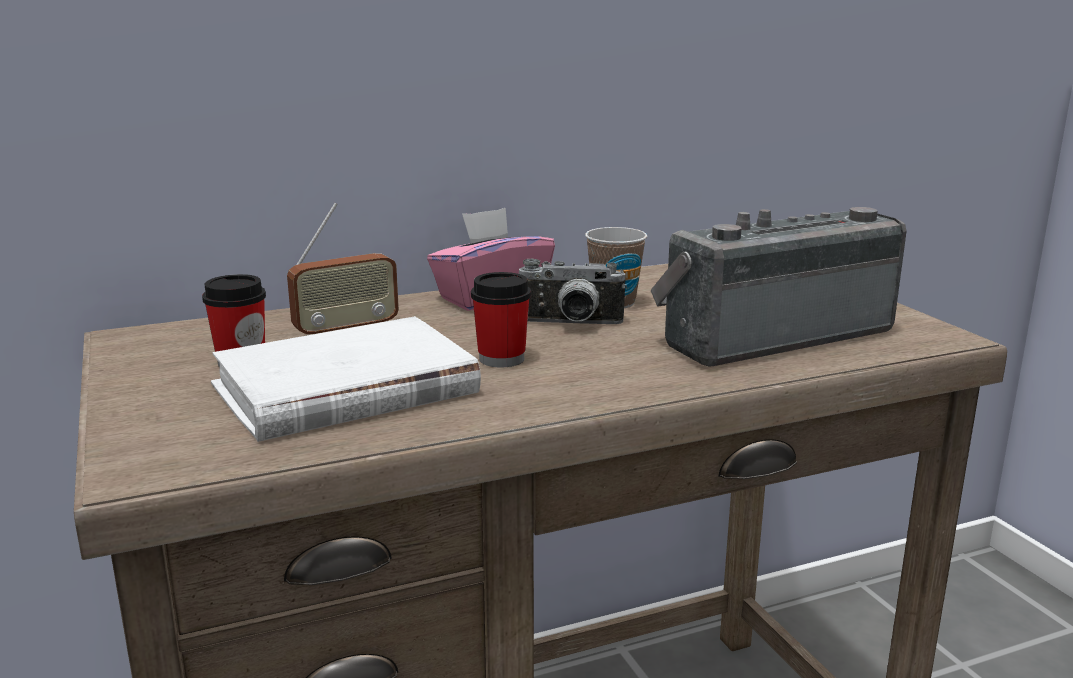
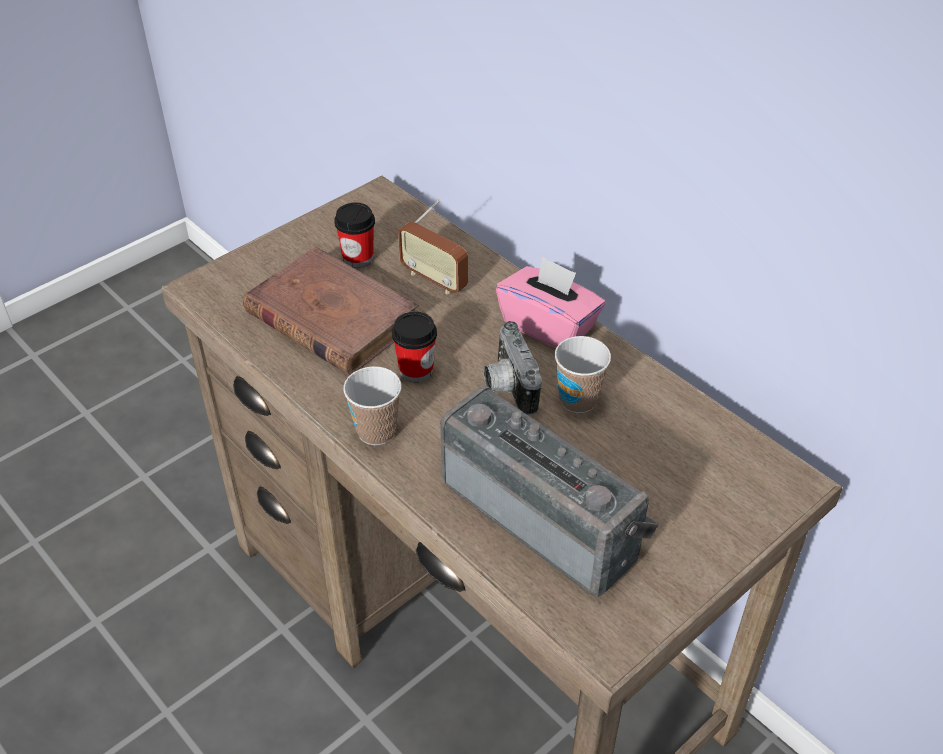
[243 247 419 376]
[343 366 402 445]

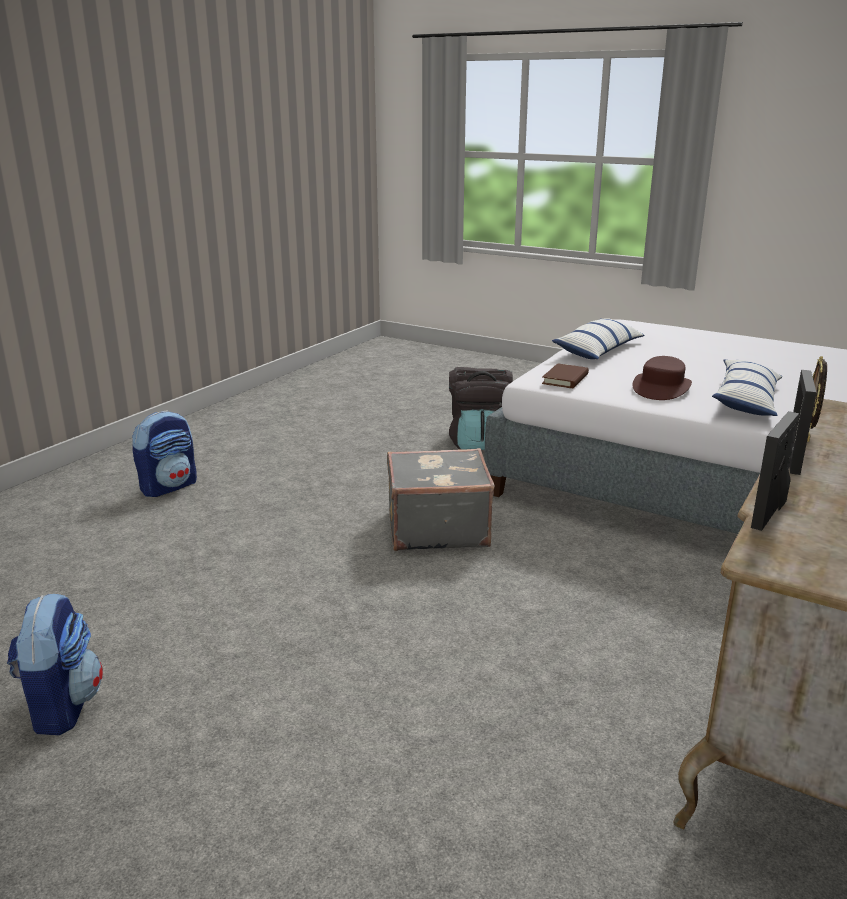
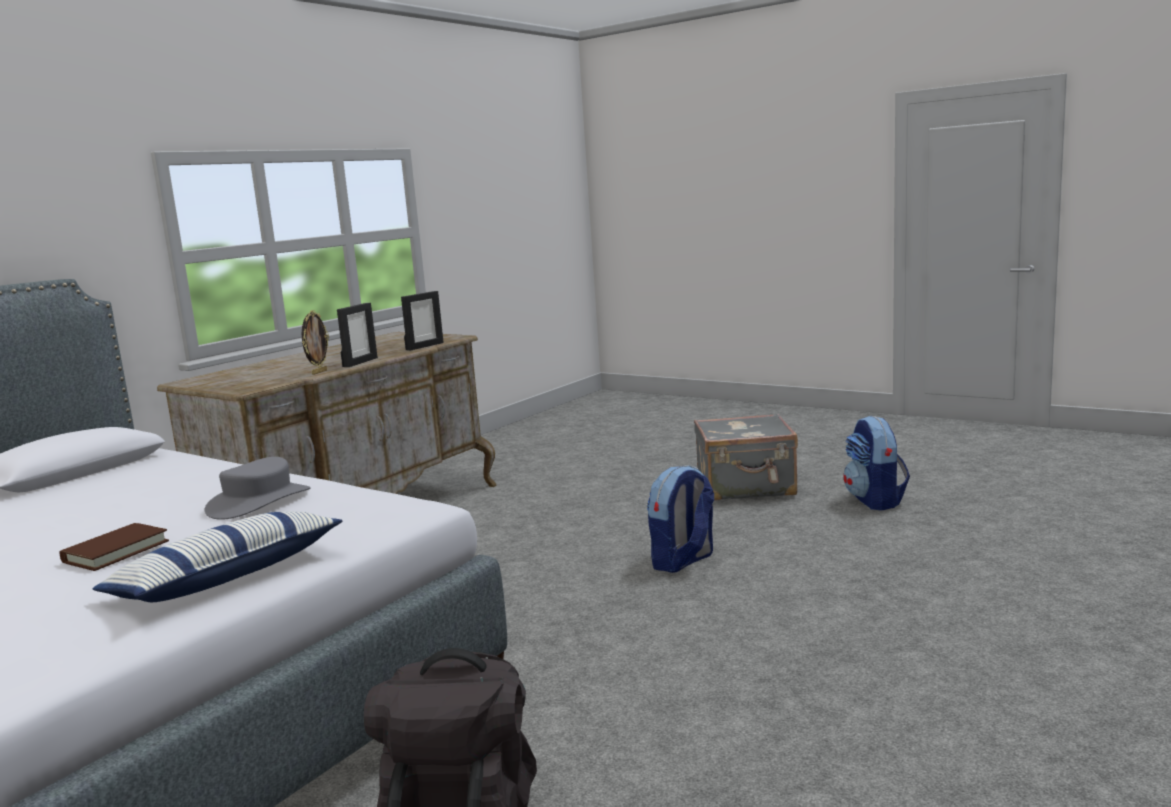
[204 457 310 520]
[712 360 782 416] (first image)
[60 523 169 571]
[647 465 714 573]
[694 413 798 501]

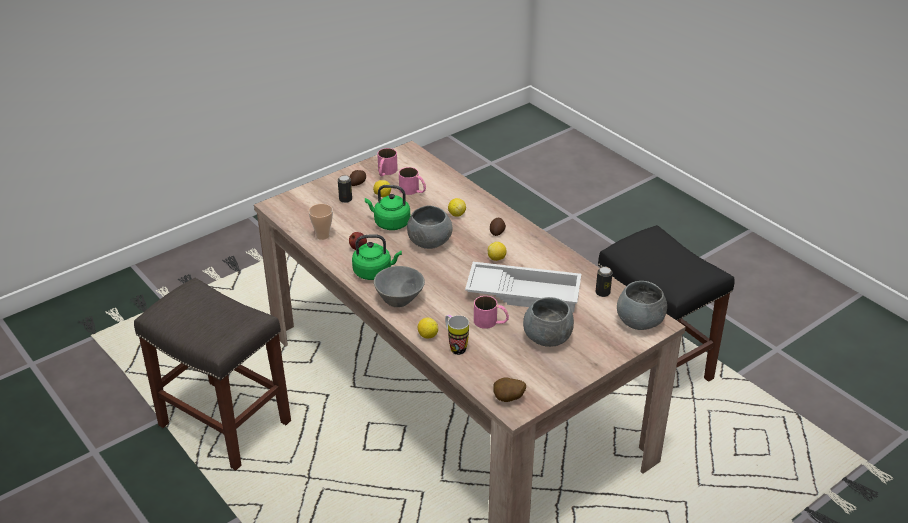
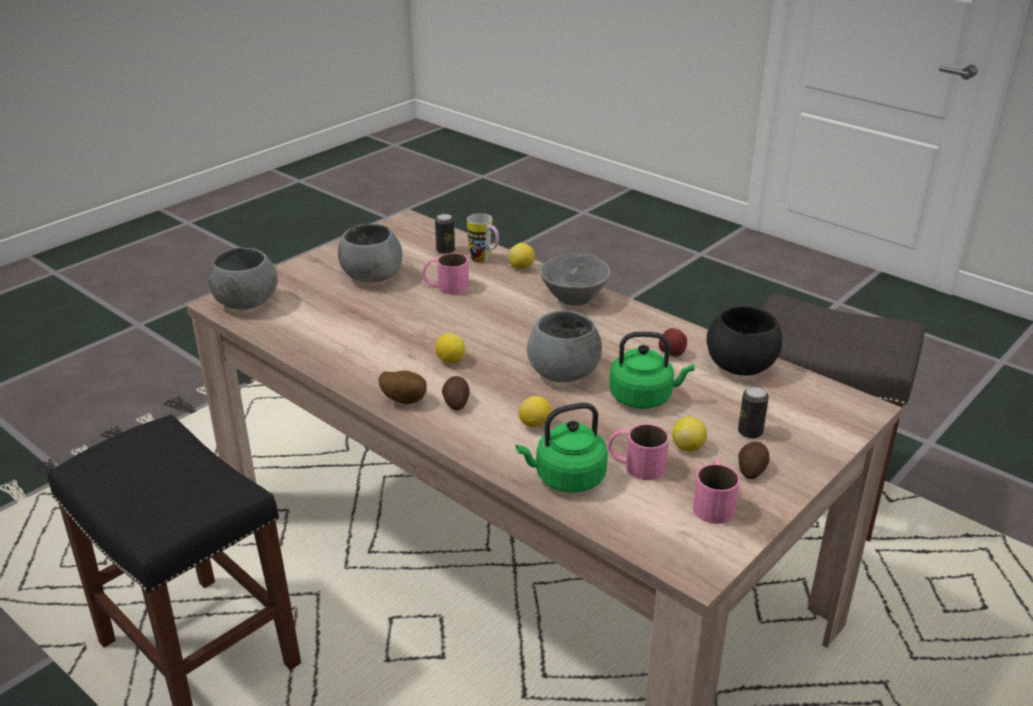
[707 306 782 376]
[516 403 608 493]
[465 262 581 312] (first image)
[435 214 455 254]
[378 370 427 404]

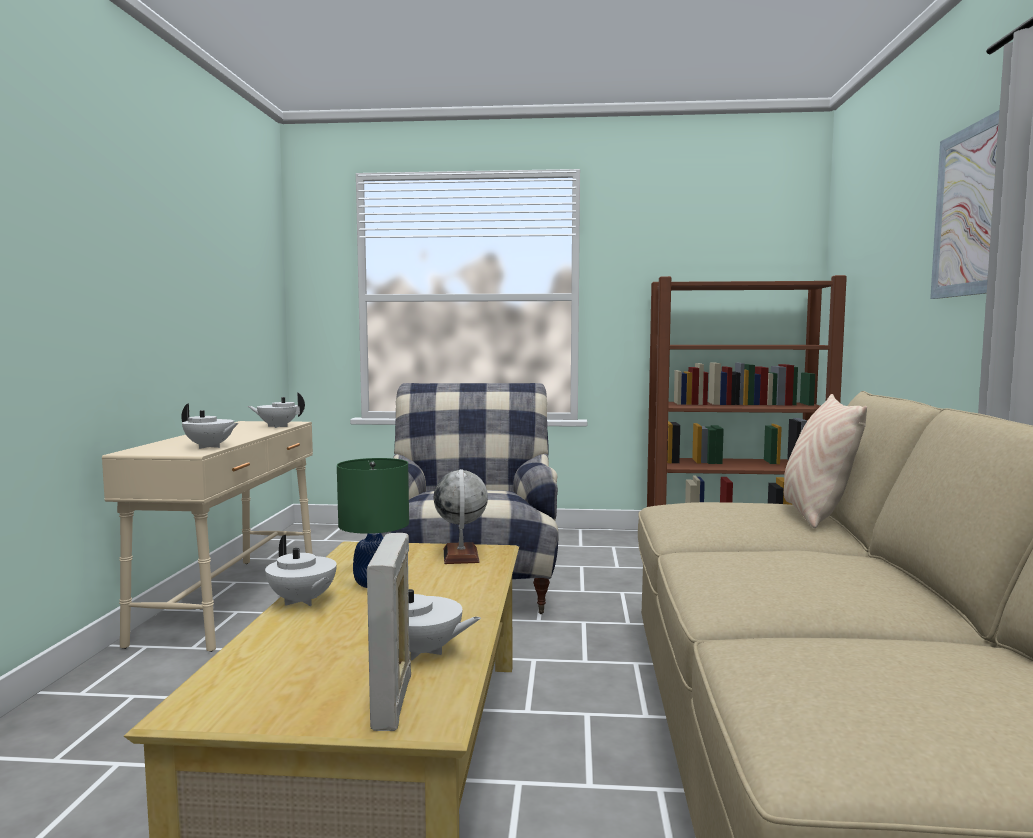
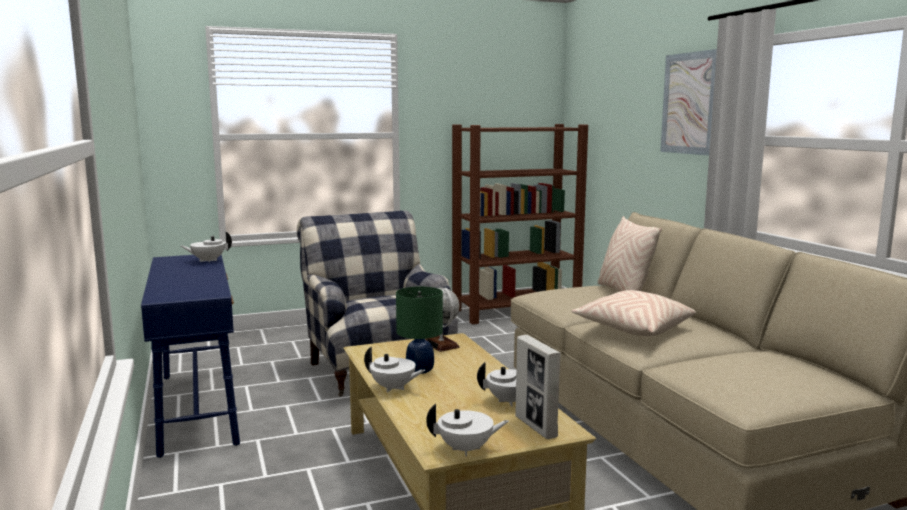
[426 404 509 456]
[141 255 240 458]
[572 290 696 336]

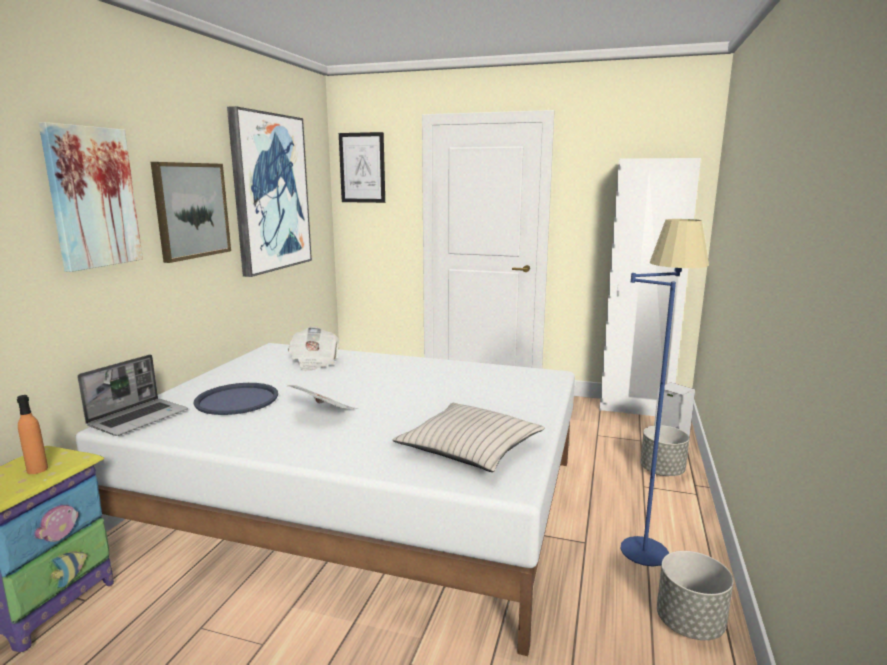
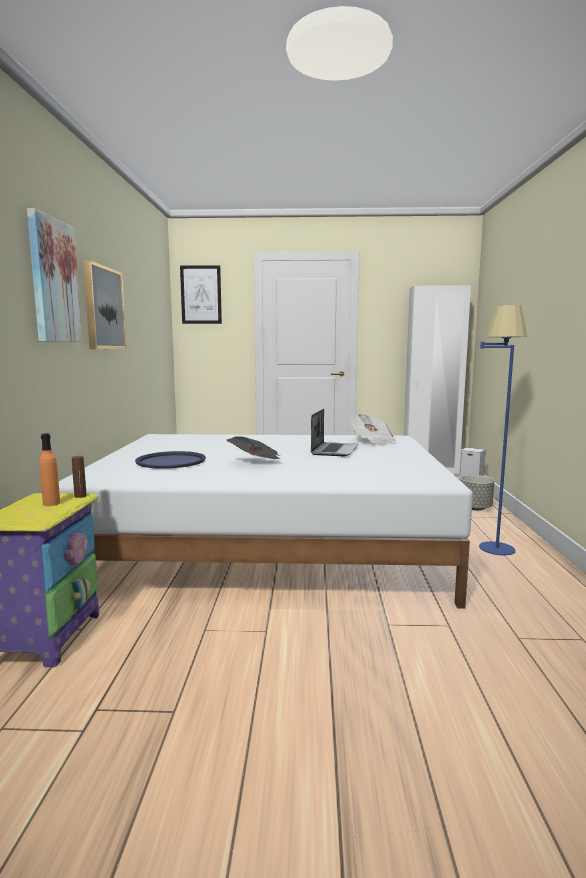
[227 106 312 277] (first image)
[351 414 395 446]
[311 409 358 456]
[392 403 545 472] (first image)
[657 551 734 640] (first image)
[72 456 87 498]

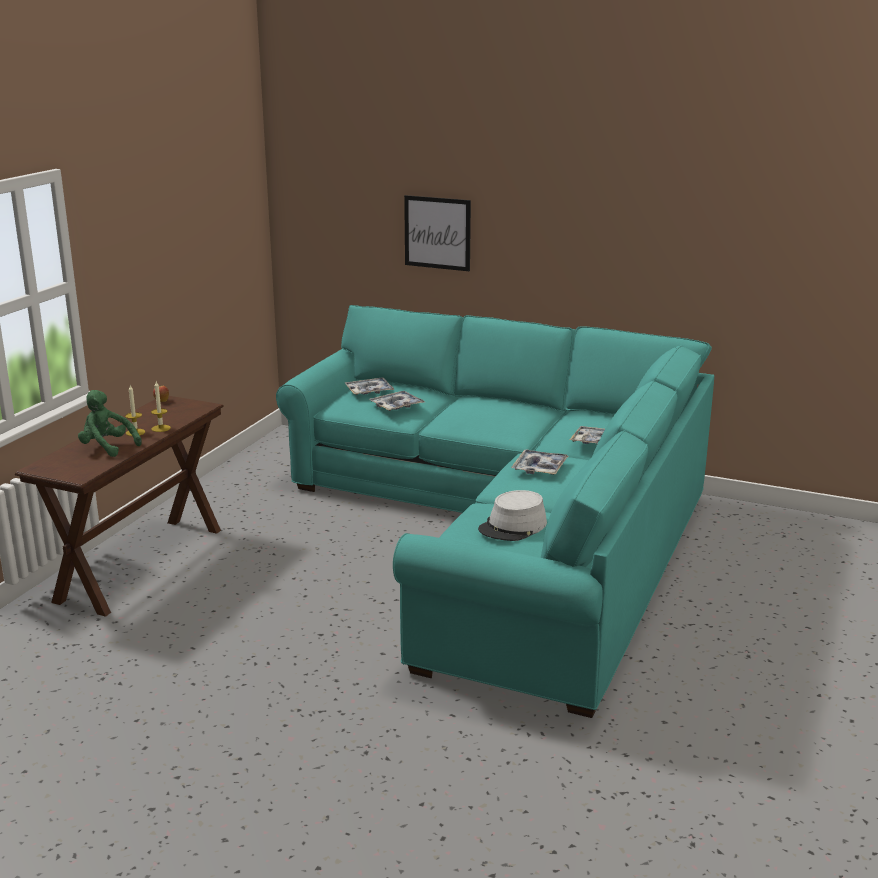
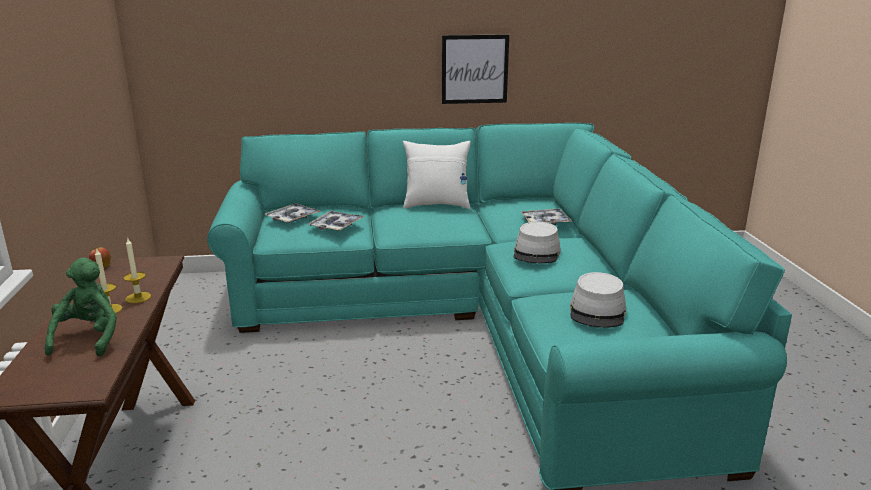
[442 35 509 104]
[45 258 117 356]
[513 222 561 263]
[403 141 471 209]

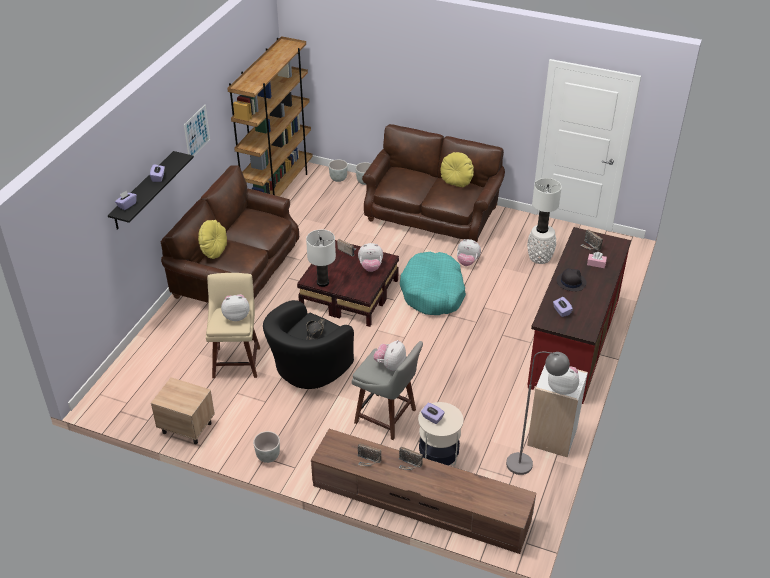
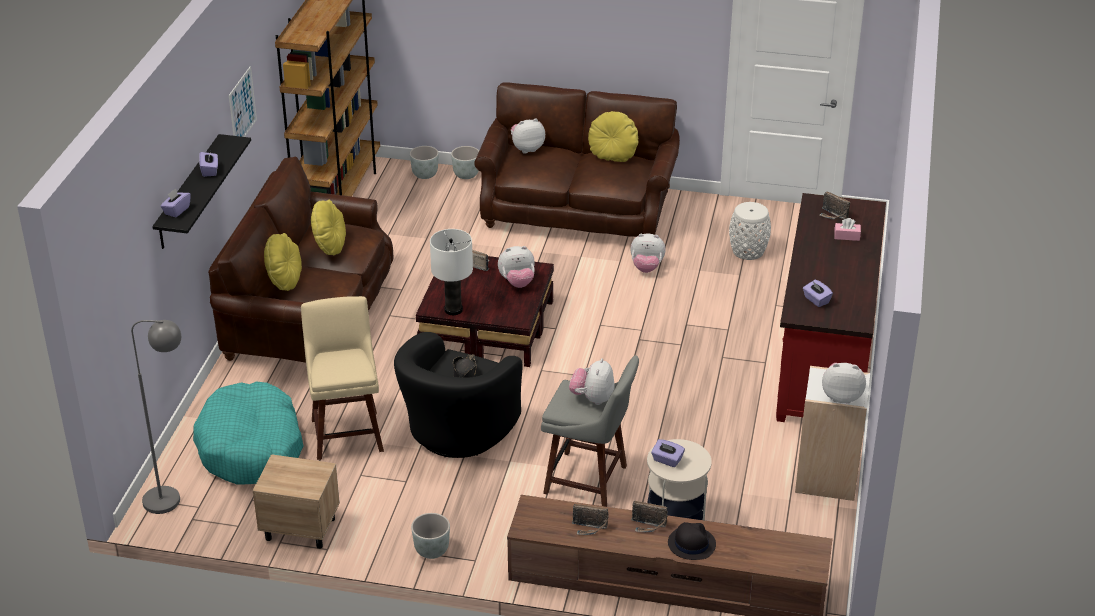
[532 178 562 233] (first image)
[193 382 303 485]
[668 522 716 560]
[511 119 545 154]
[131 320 181 514]
[311 200 346 256]

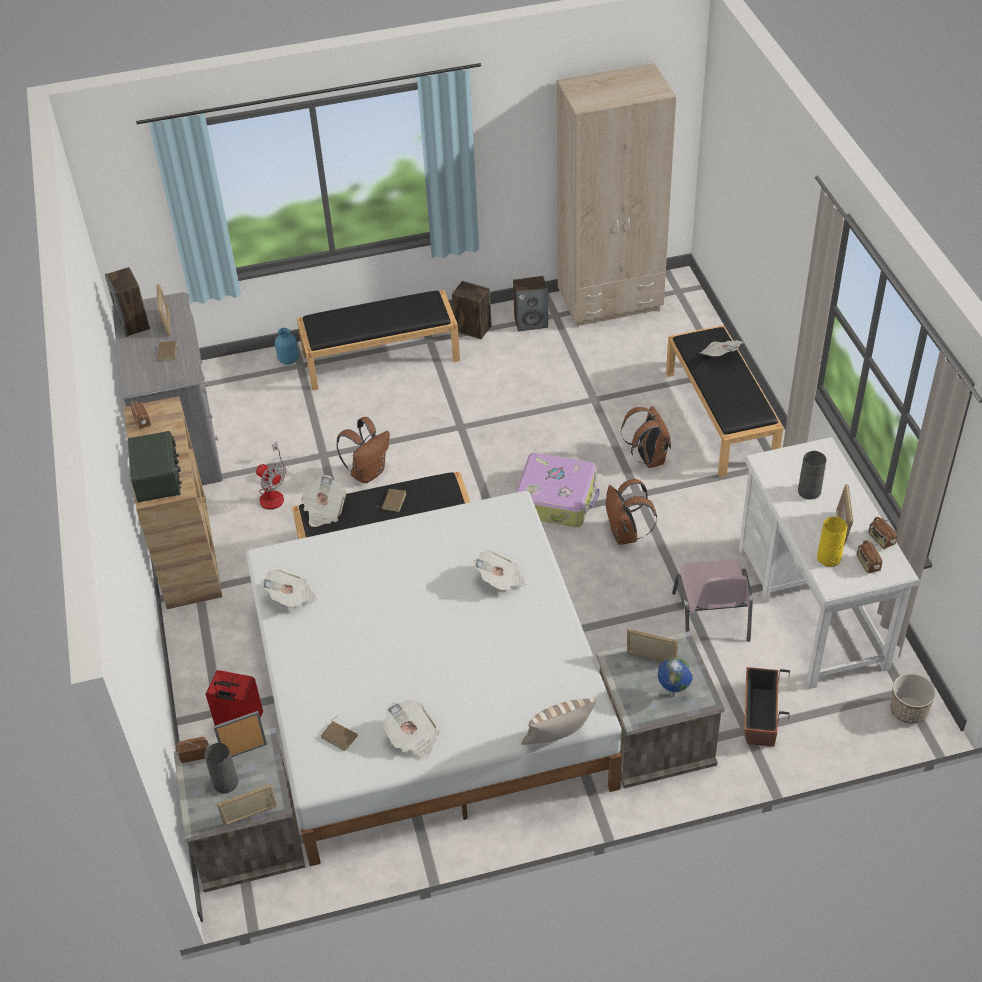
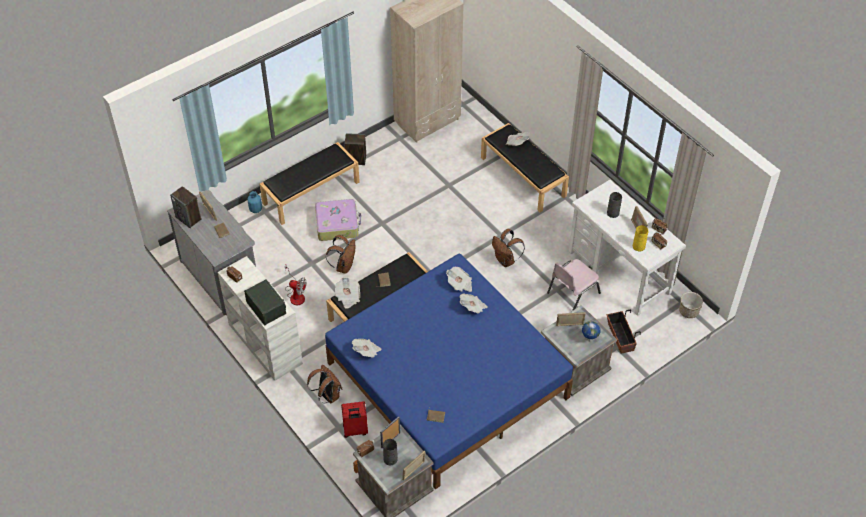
[513 276 548 332] (first image)
[218 256 303 381]
[307 364 342 403]
[315 199 361 241]
[325 254 573 489]
[547 259 601 311]
[521 699 597 745] (first image)
[446 267 472 292]

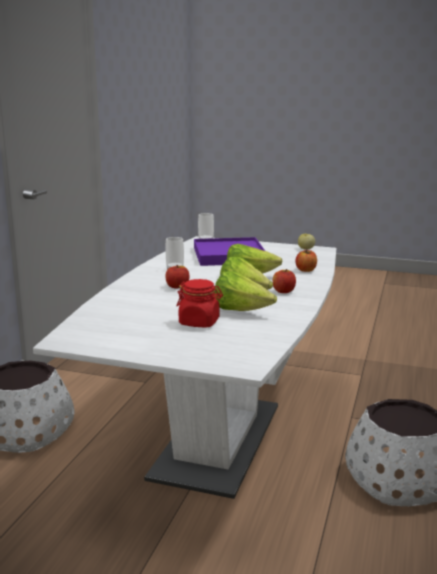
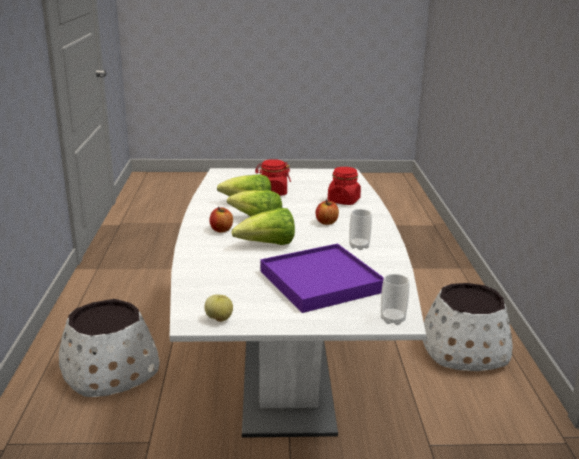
[296 249 317 272] (first image)
[328 167 361 205]

